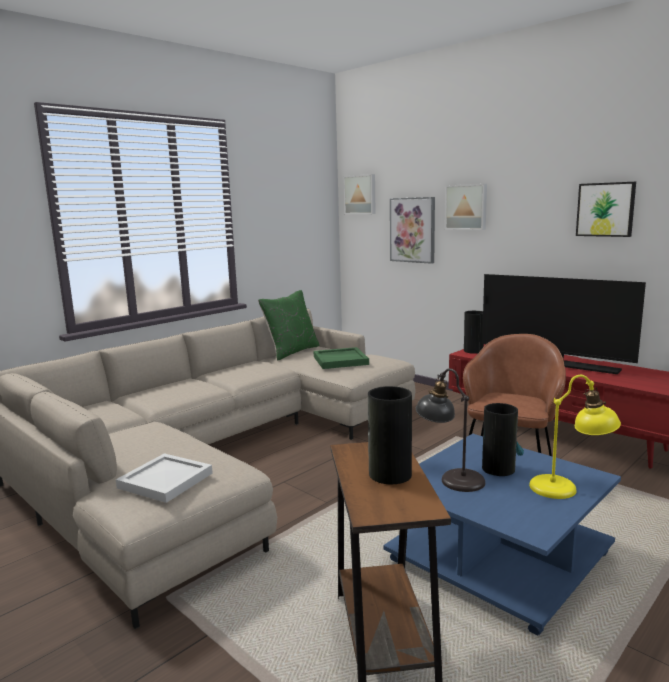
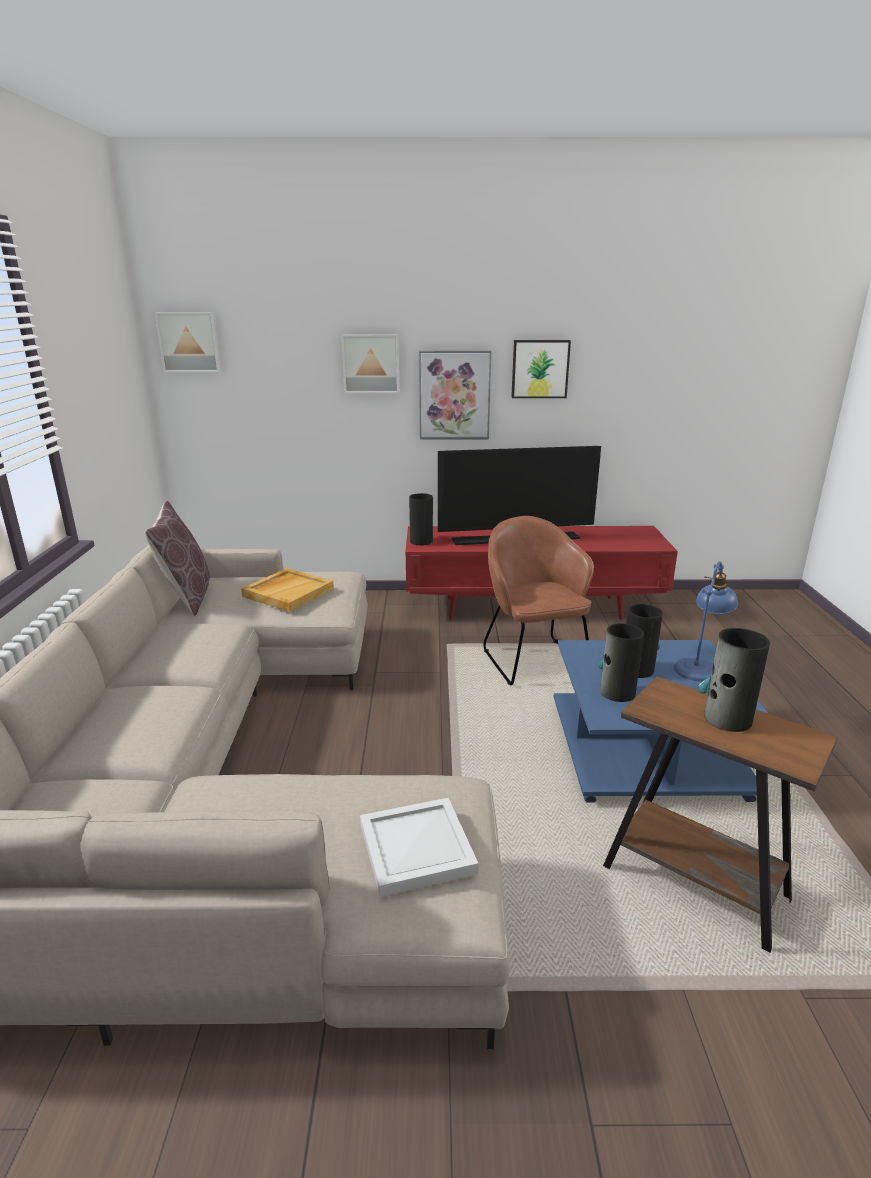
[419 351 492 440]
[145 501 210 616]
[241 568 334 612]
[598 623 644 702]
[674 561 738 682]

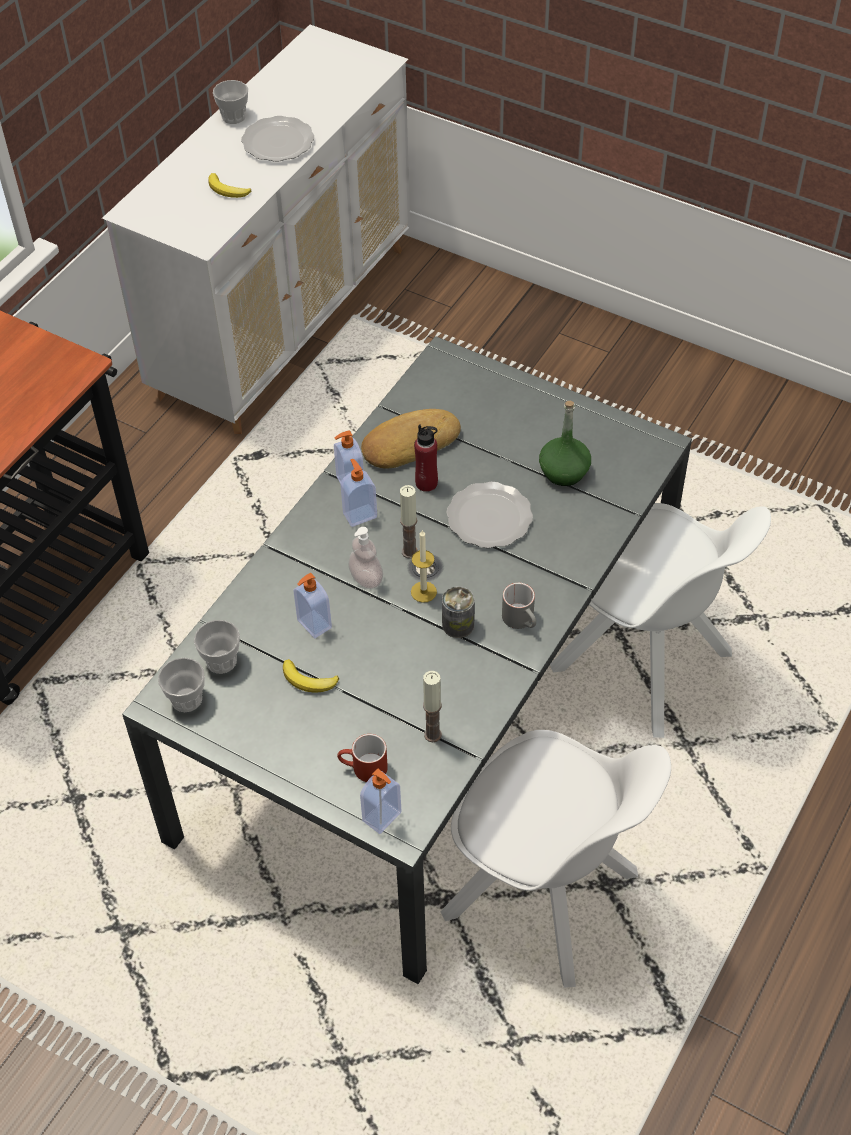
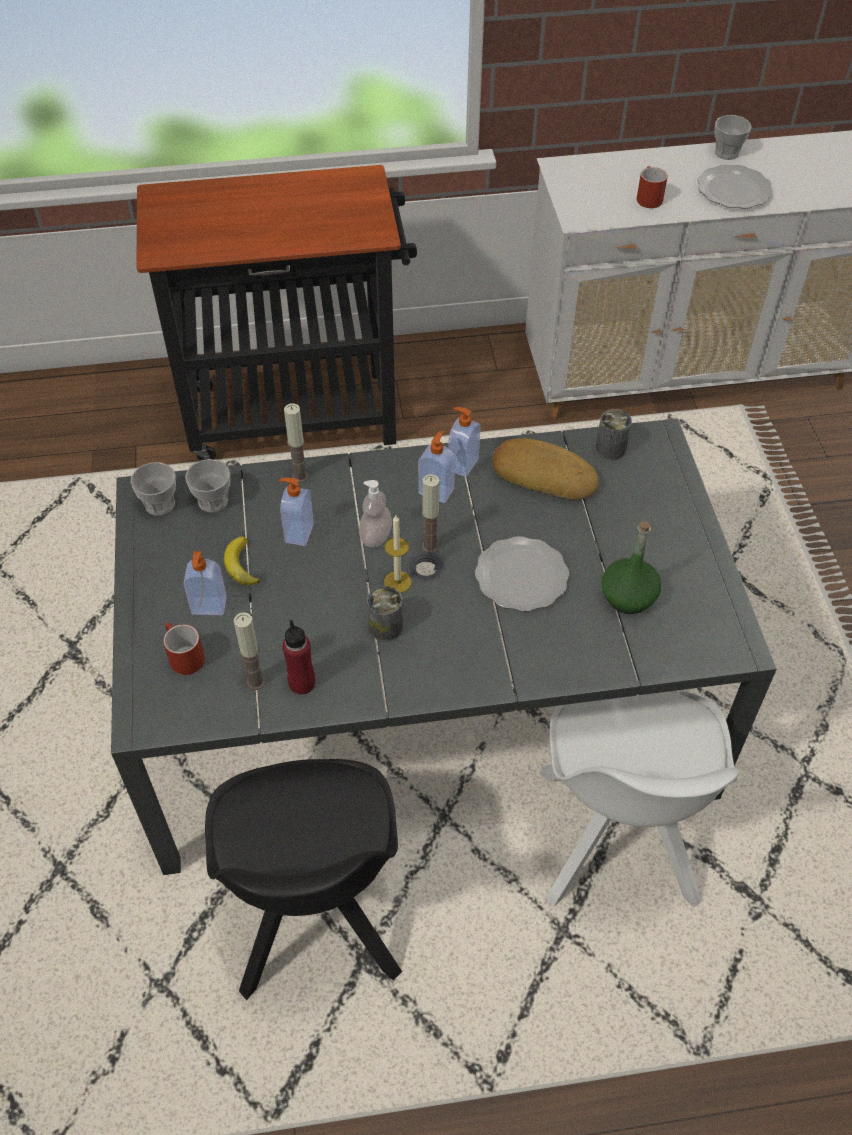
[637 166 668 208]
[282 620 315 695]
[502 583 536 629] (first image)
[205 759 402 1000]
[183 551 227 615]
[284 403 308 483]
[596 409 632 460]

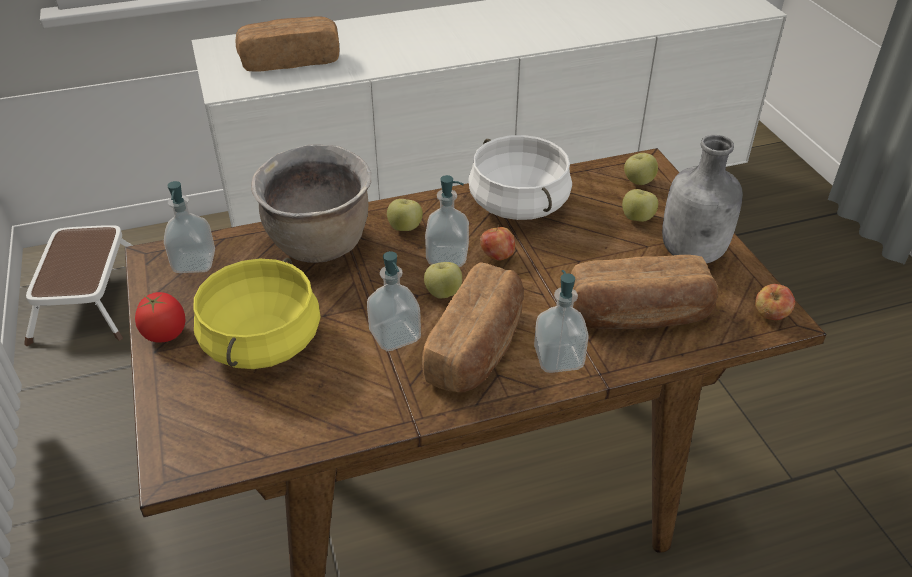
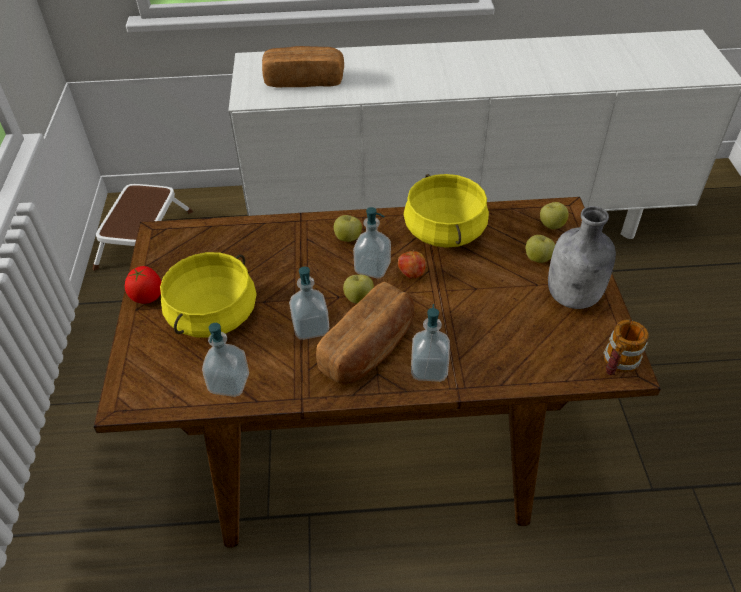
[404 174 489 248]
[251 144 371 263] (first image)
[202 323 249 397]
[571 255 718 329] (first image)
[604 319 649 376]

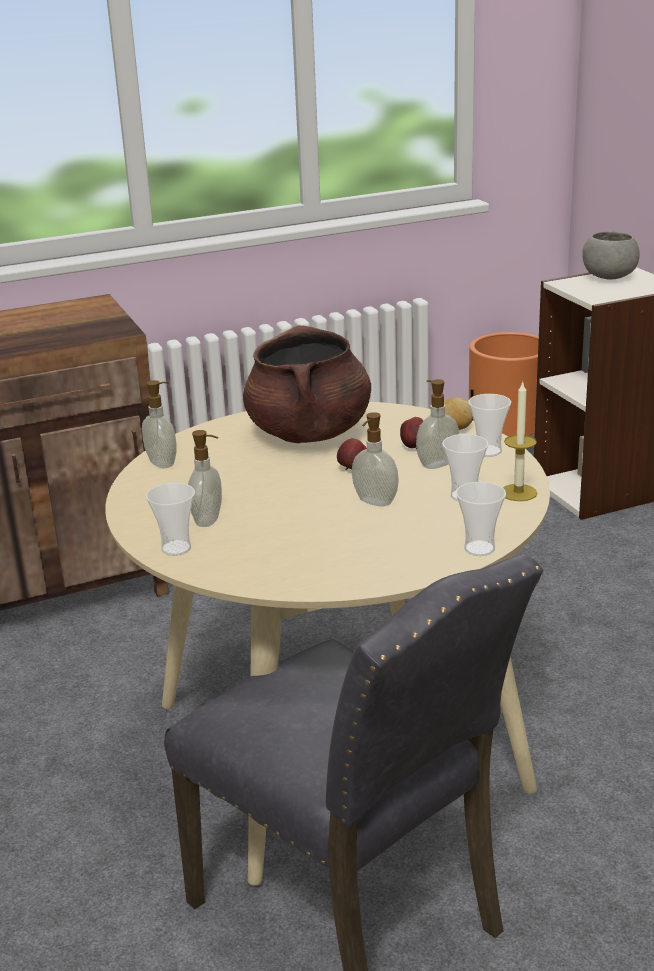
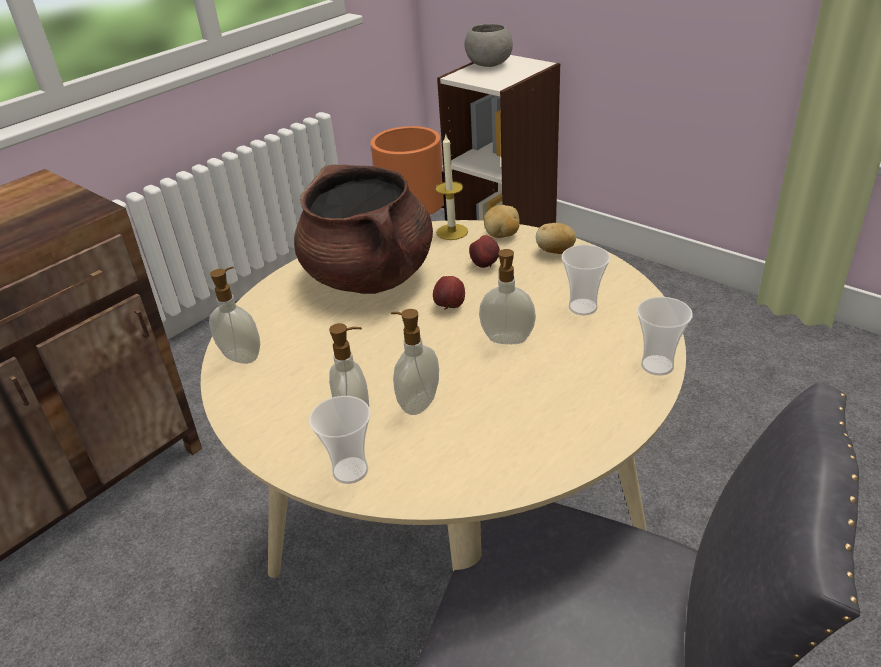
[391 309 439 415]
[435 135 468 240]
[536 223 576 254]

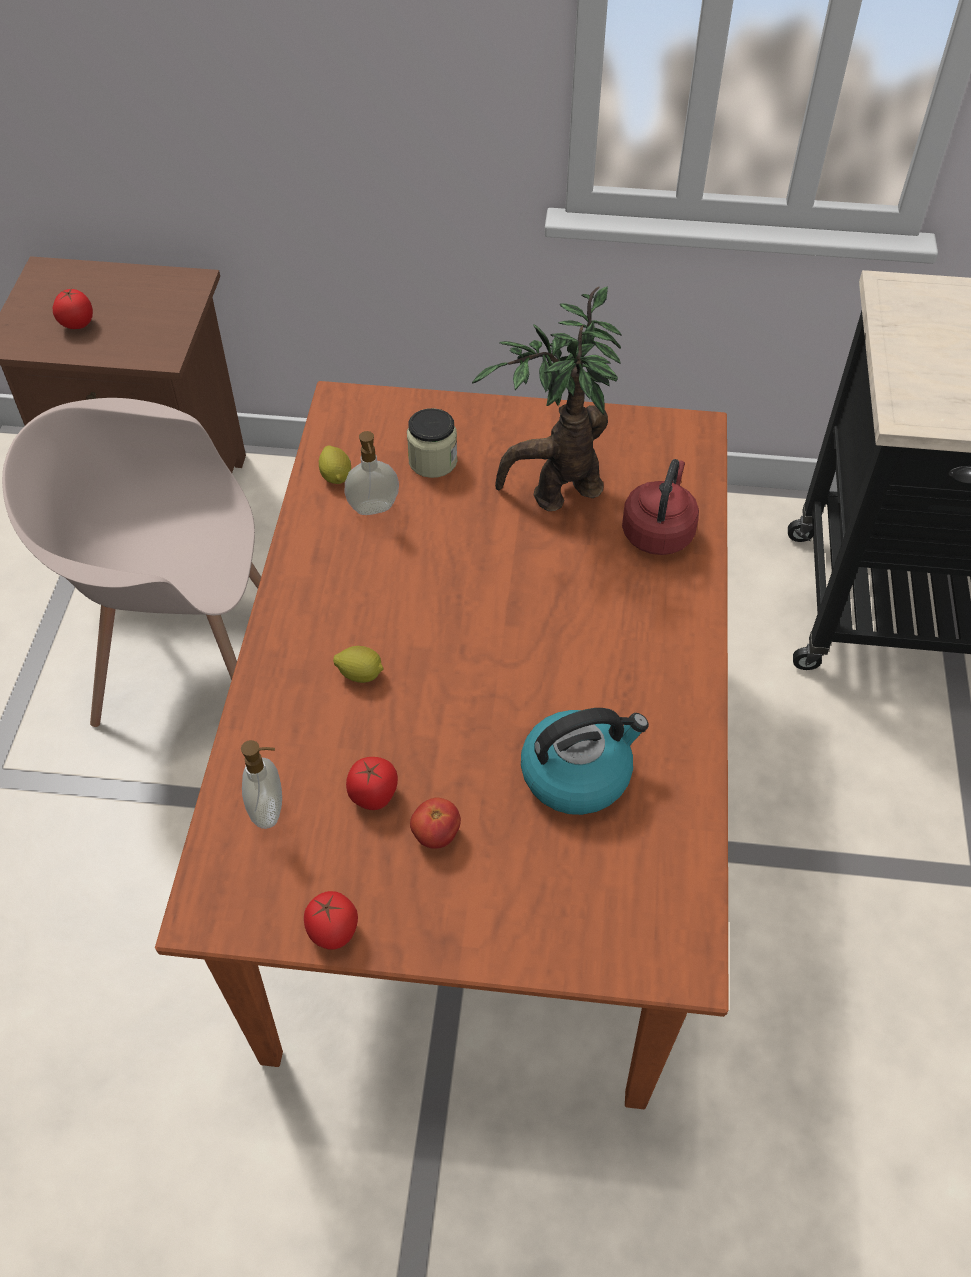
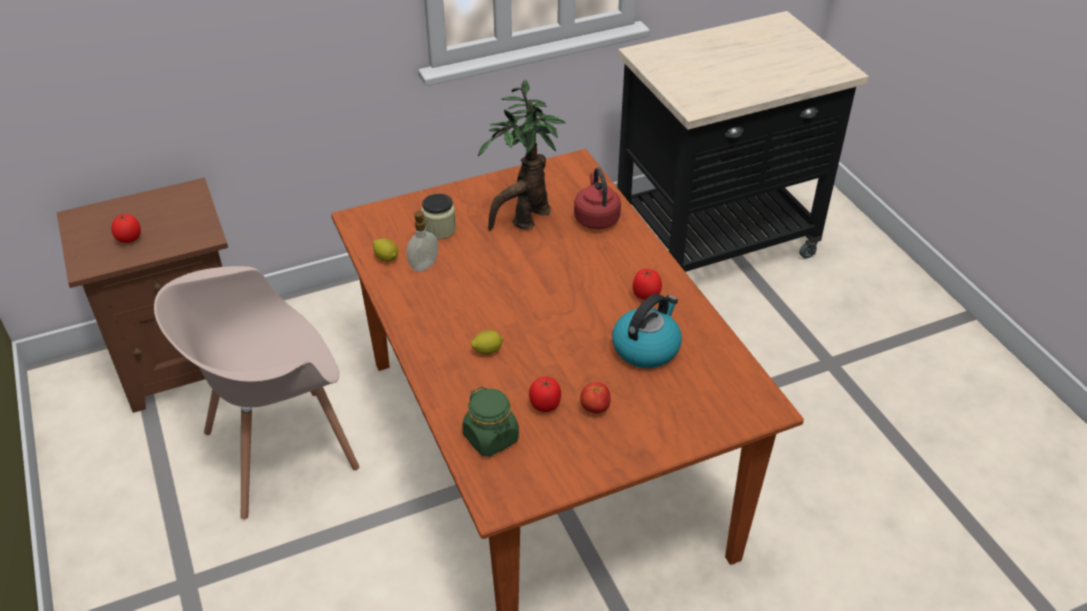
[462 387 519 457]
[633 268 662 300]

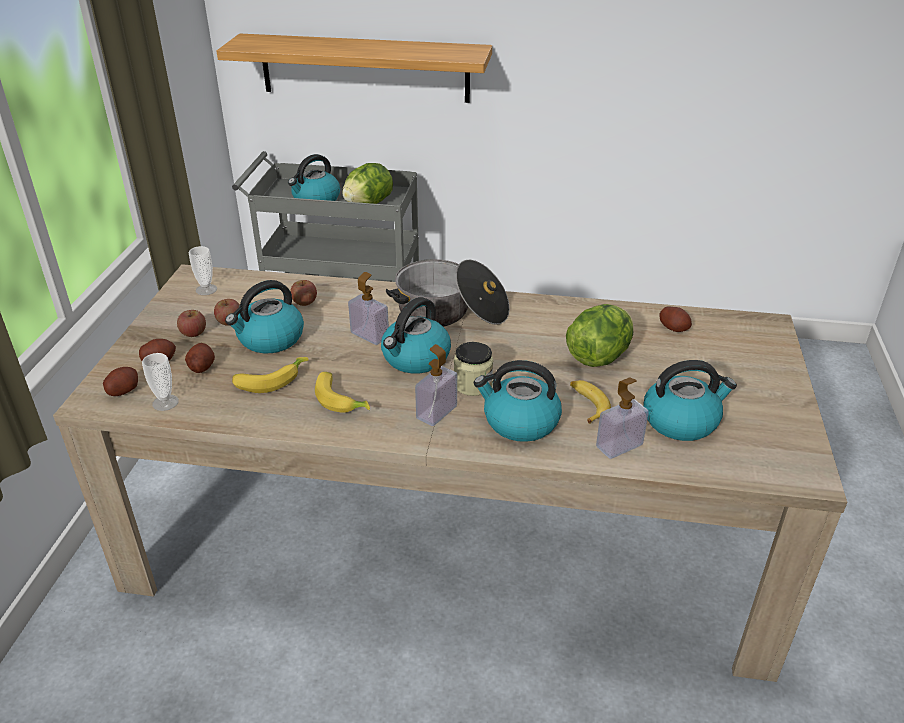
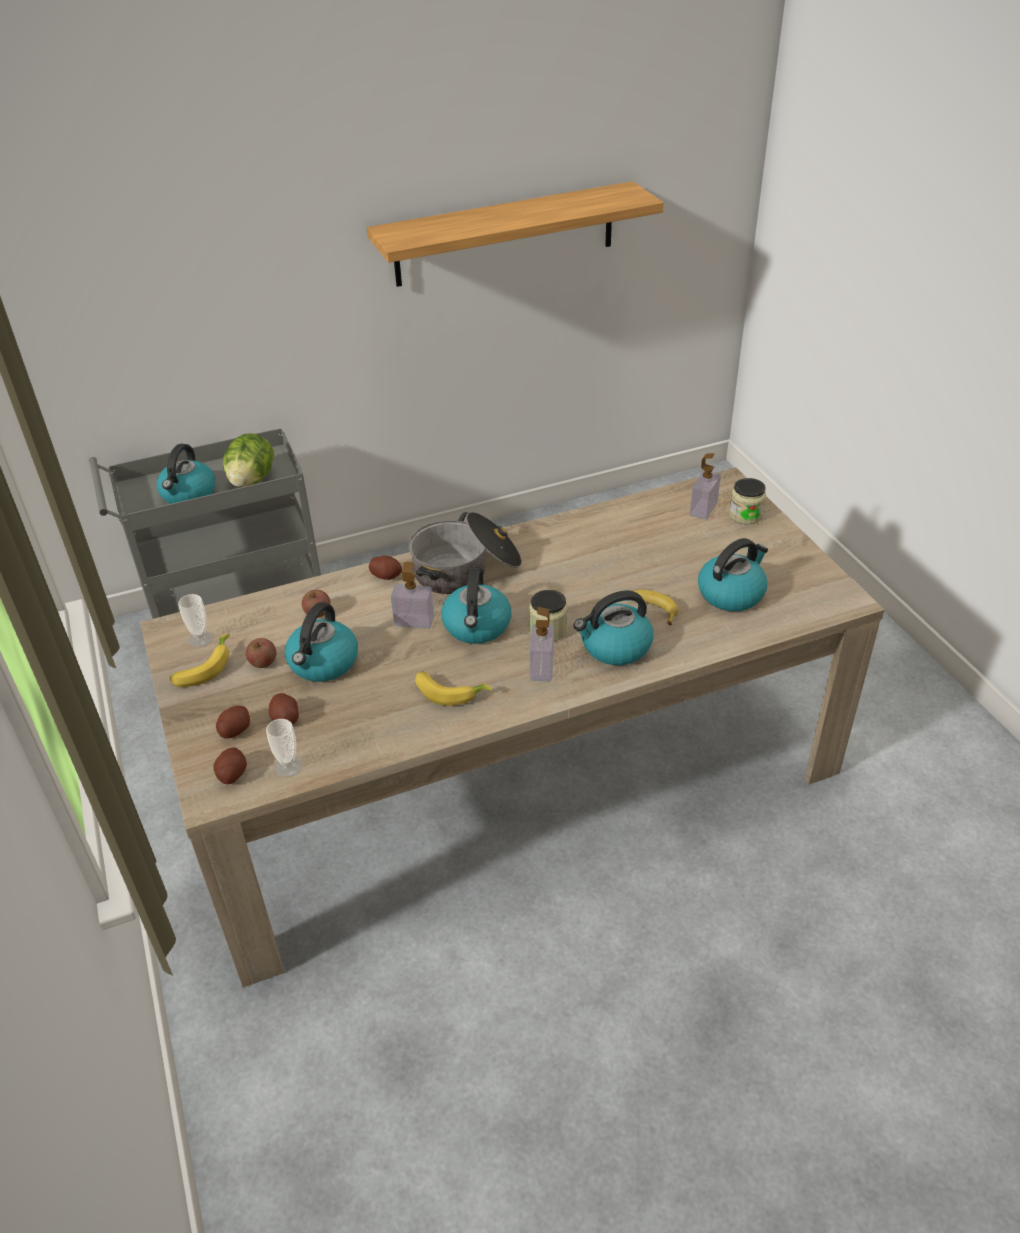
[367 181 664 287]
[566 304 633 367] (first image)
[369 556 402 580]
[177 310 206 337] (first image)
[170 634 230 687]
[690 453 721 520]
[729 478 766 525]

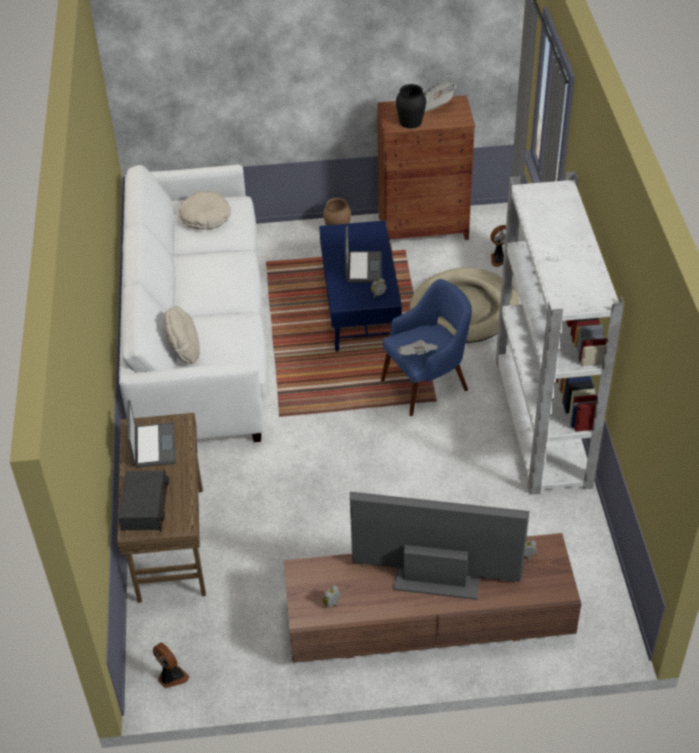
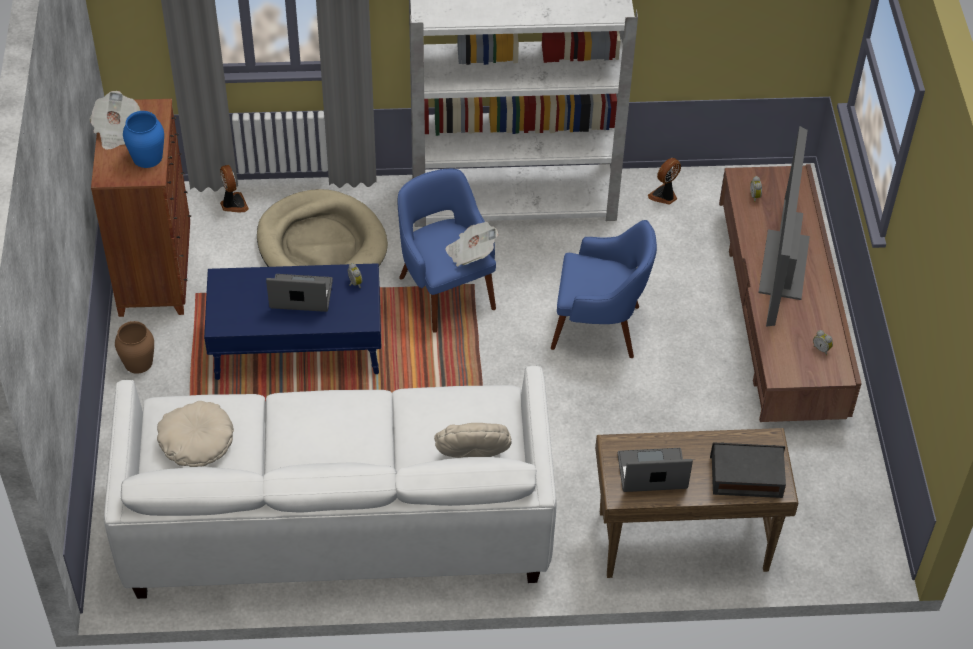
[123 111 164 168]
[648 158 681 204]
[551 220 657 358]

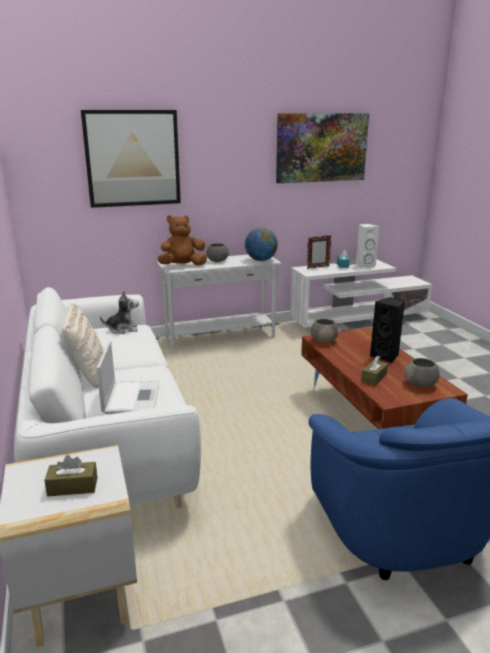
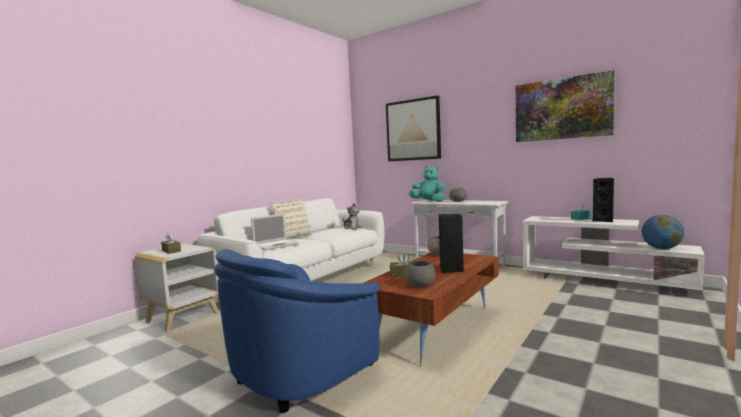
[409 166 446 202]
[593 178 614 222]
[642 215 684 249]
[307 235 332 269] (first image)

